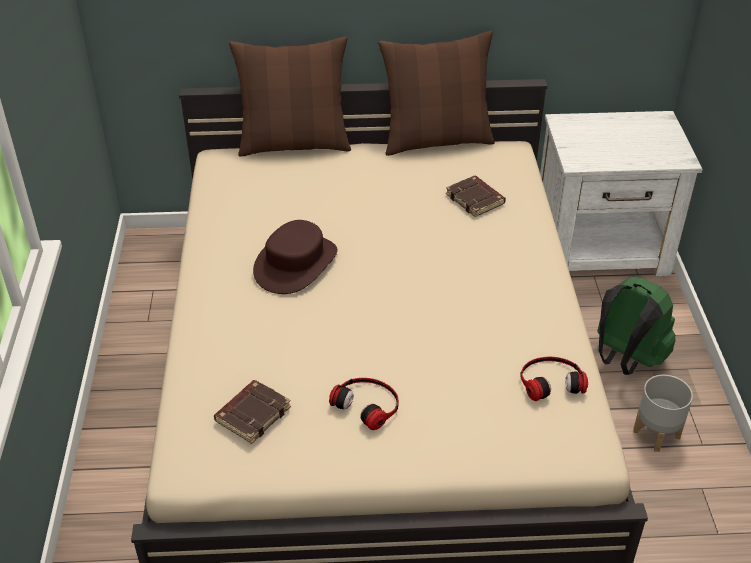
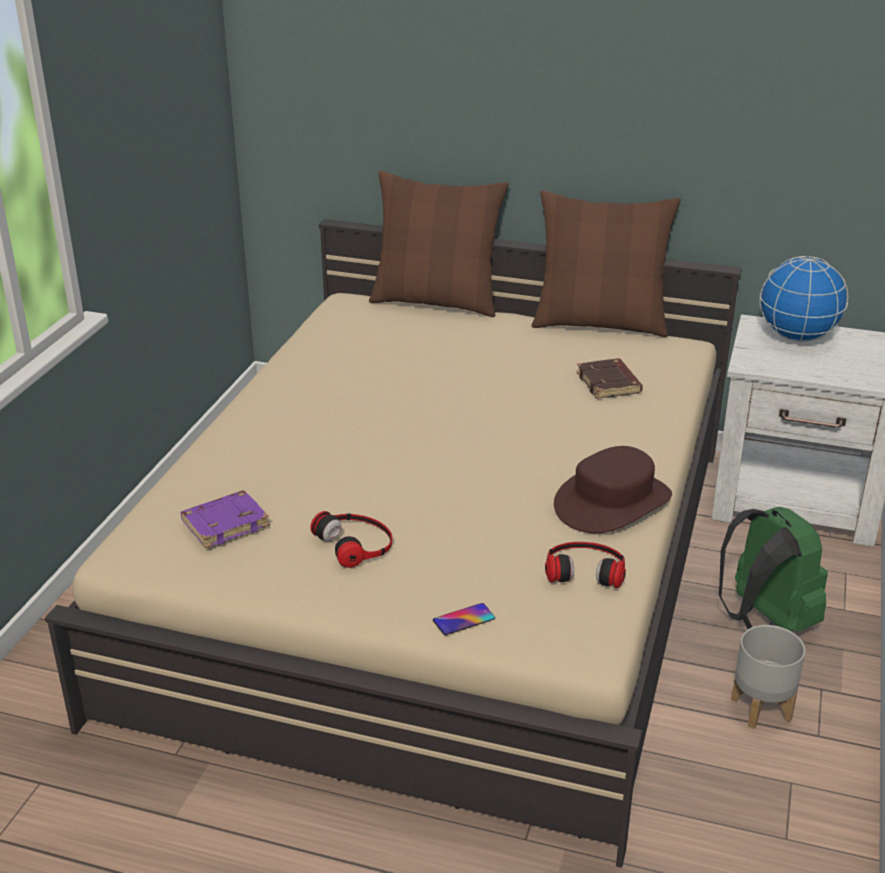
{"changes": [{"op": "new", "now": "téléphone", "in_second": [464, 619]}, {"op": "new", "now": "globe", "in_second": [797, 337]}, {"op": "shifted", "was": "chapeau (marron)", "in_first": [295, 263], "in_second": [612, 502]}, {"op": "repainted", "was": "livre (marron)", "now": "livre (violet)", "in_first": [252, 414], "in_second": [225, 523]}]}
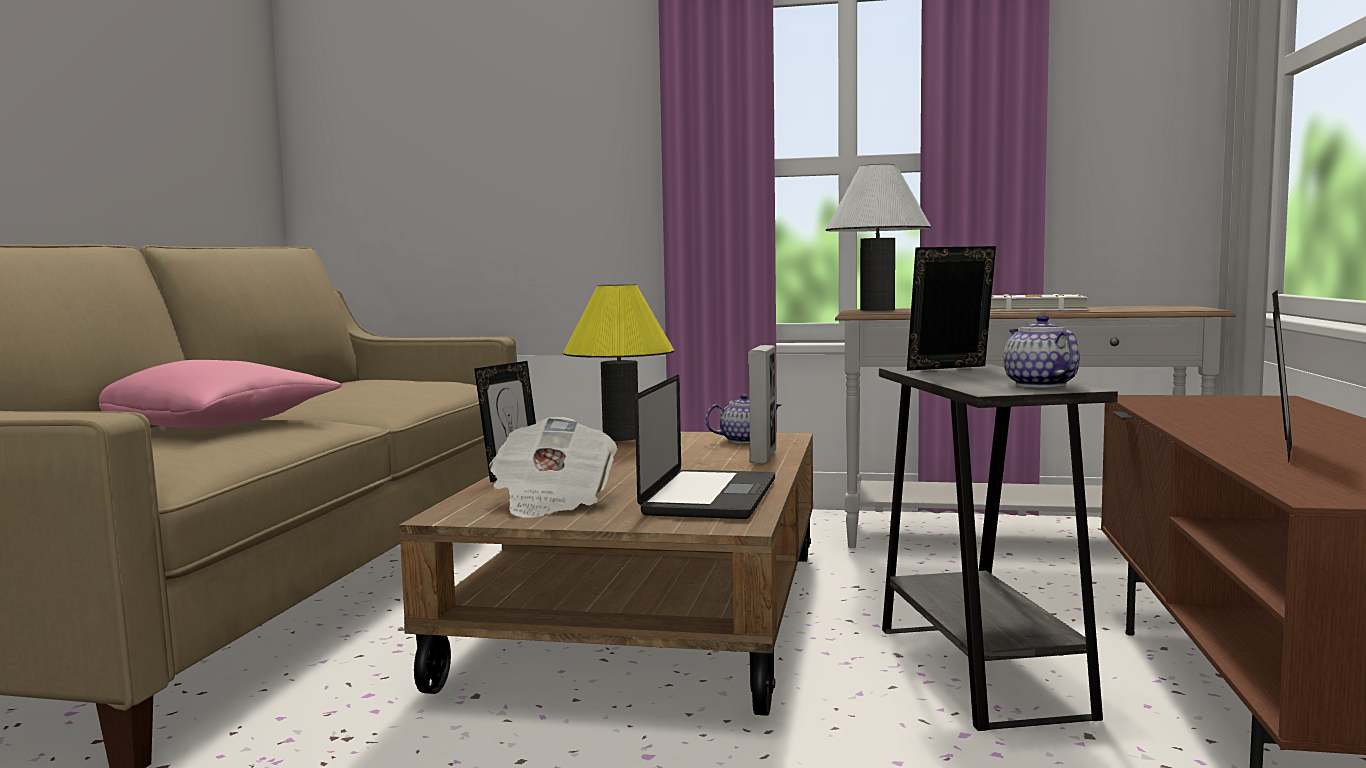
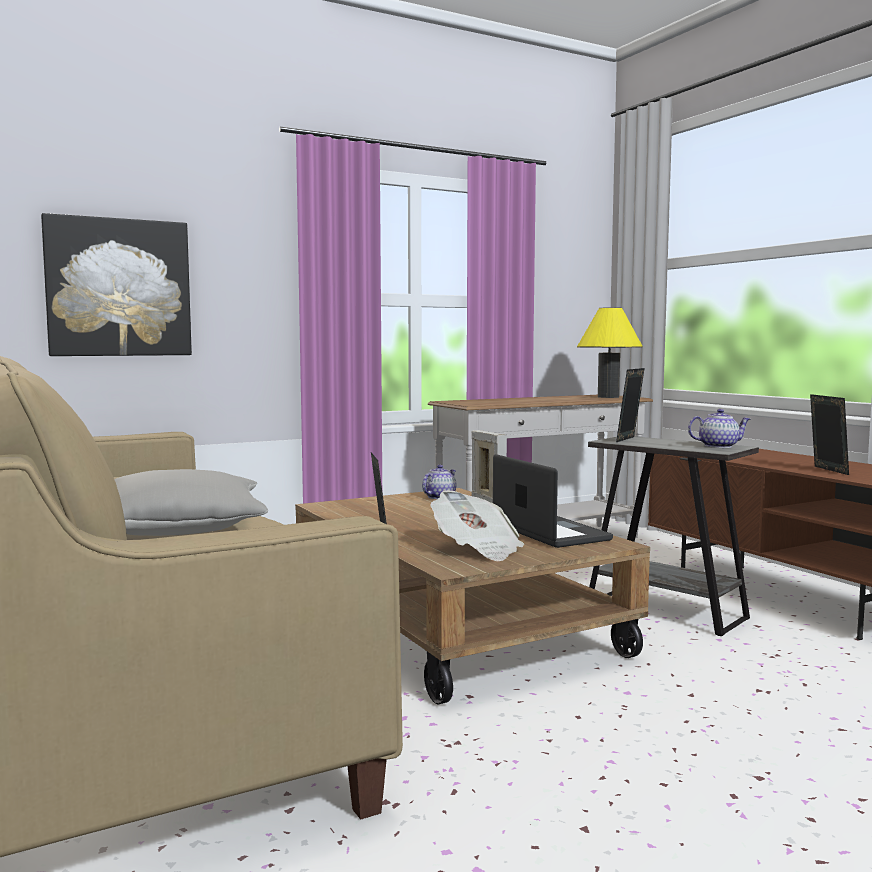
{"changes": [{"op": "gone", "was": "lampe de table (blanc)", "in_first": [877, 309]}, {"op": "gone", "was": "livre (blanc)", "in_first": [1032, 309]}, {"op": "new", "now": "tableau", "in_second": [119, 288]}, {"op": "shifted", "was": "lampe de table (jaune)", "in_first": [621, 437], "in_second": [608, 397]}, {"op": "repainted", "was": "coussin (rose)", "now": "coussin (gris)", "in_first": [215, 425], "in_second": [180, 529]}, {"op": "rotated", "was": "théière", "in_first": [1039, 385], "in_second": [718, 446], "clockwise": 135}]}
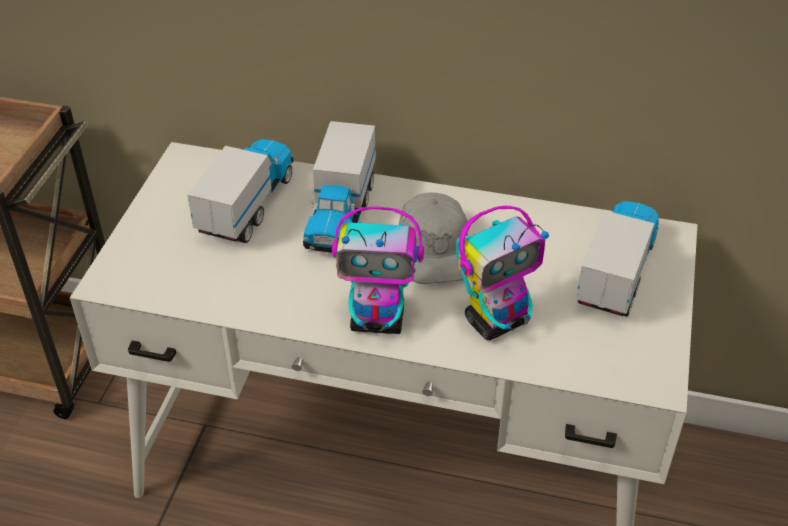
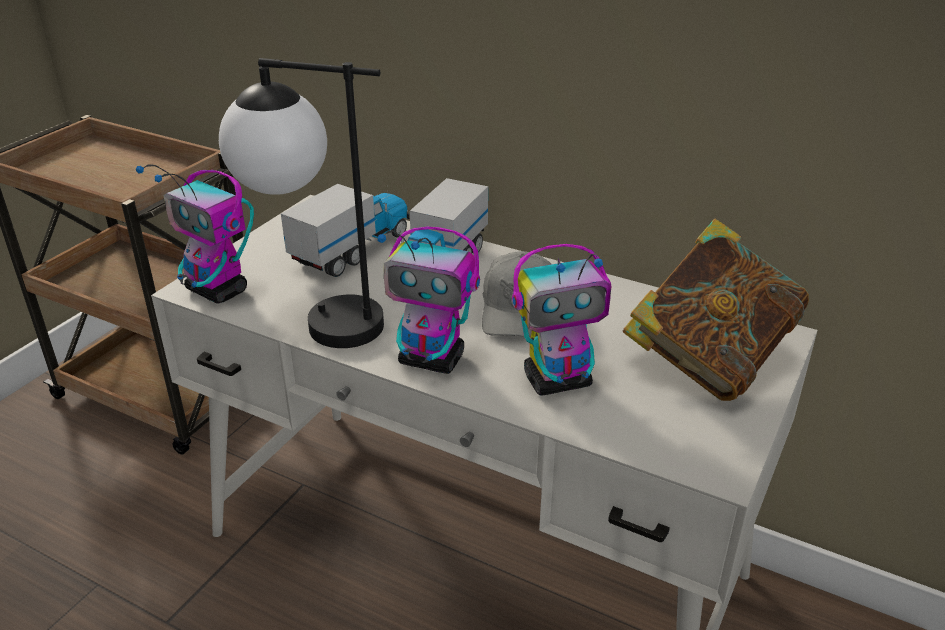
{"changes": [{"op": "new", "now": "robot jouet", "in_second": [218, 291]}, {"op": "new", "now": "lampe de table", "in_second": [316, 322]}, {"op": "swapped", "was": "camion jouet", "now": "livre", "in_first": [616, 274], "in_second": [708, 360]}]}
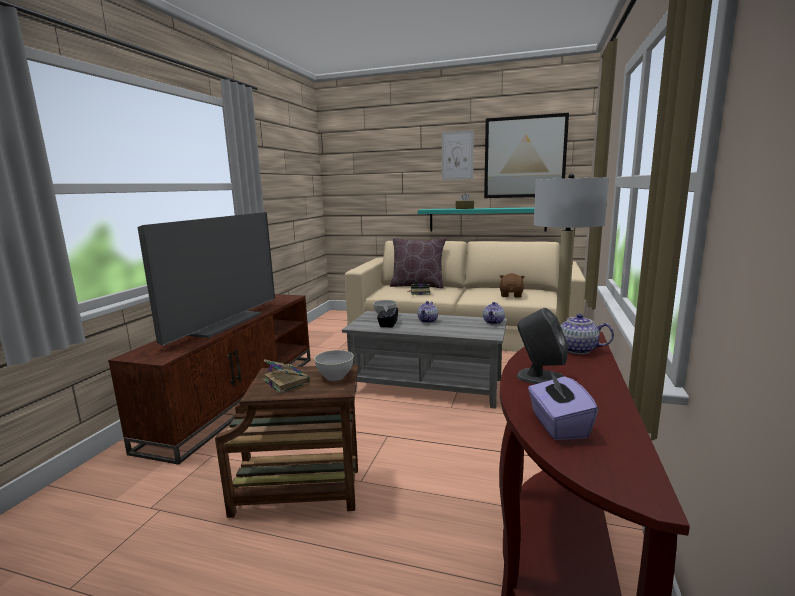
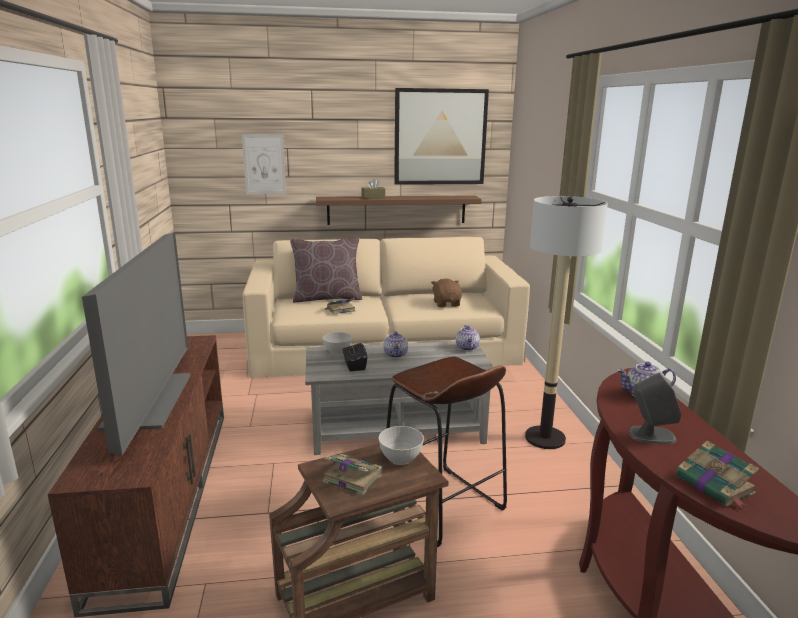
{"changes": [{"op": "new", "now": "tabouret (marron)", "in_second": [442, 505]}, {"op": "shifted", "was": "tableau", "in_first": [457, 155], "in_second": [264, 164]}, {"op": "swapped", "was": "boîte à mouchoirs (violet)", "now": "livre", "in_first": [558, 425], "in_second": [716, 486]}, {"op": "repainted", "was": "étagère (turquoise)", "now": "étagère (marron)", "in_first": [486, 219], "in_second": [396, 210]}]}
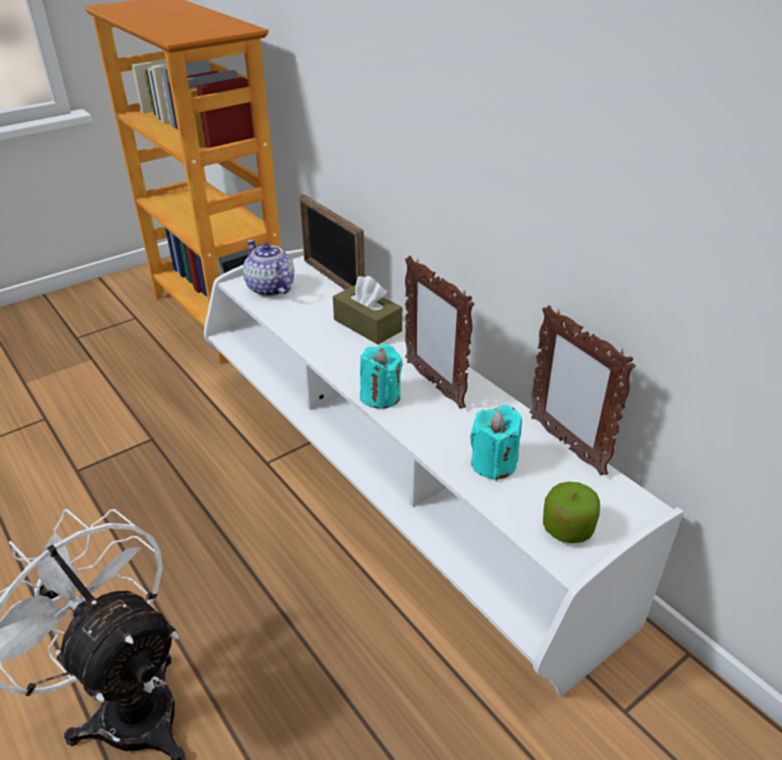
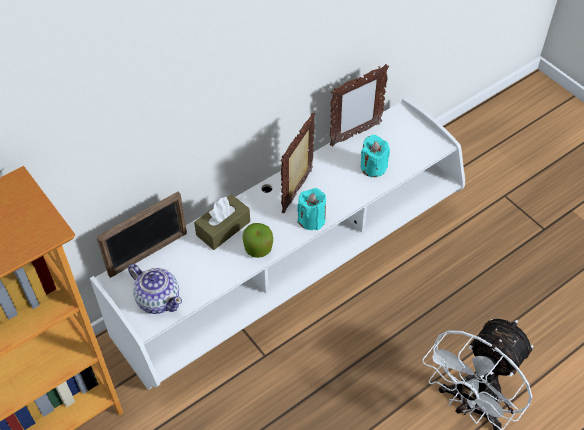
{"changes": [{"op": "shifted", "was": "pomme", "in_first": [567, 529], "in_second": [258, 248]}, {"op": "rotated", "was": "théière", "in_first": [270, 288], "in_second": [158, 299], "clockwise": -105}, {"op": "rotated", "was": "cadre photo", "in_first": [433, 384], "in_second": [298, 191], "clockwise": 150}]}
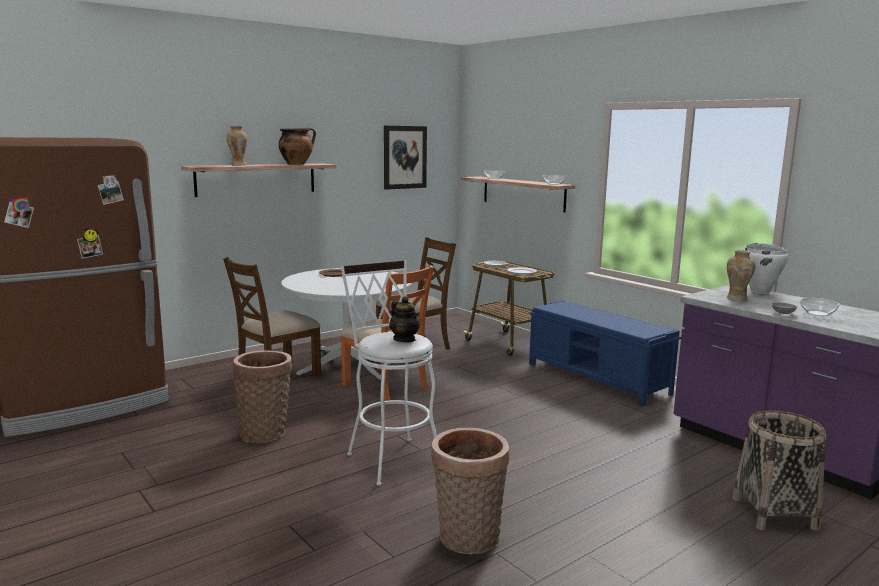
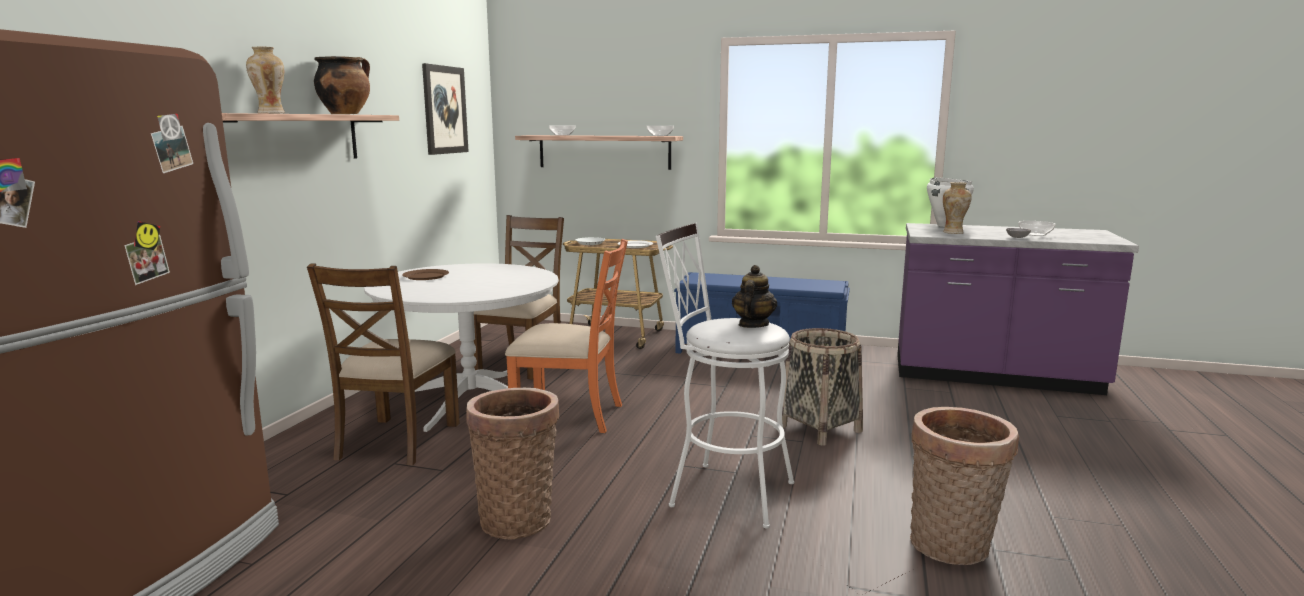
{"changes": [{"op": "shifted", "was": "panier", "in_first": [774, 513], "in_second": [819, 429]}, {"op": "rotated", "was": "théière", "in_first": [404, 339], "in_second": [753, 325], "clockwise": -90}]}
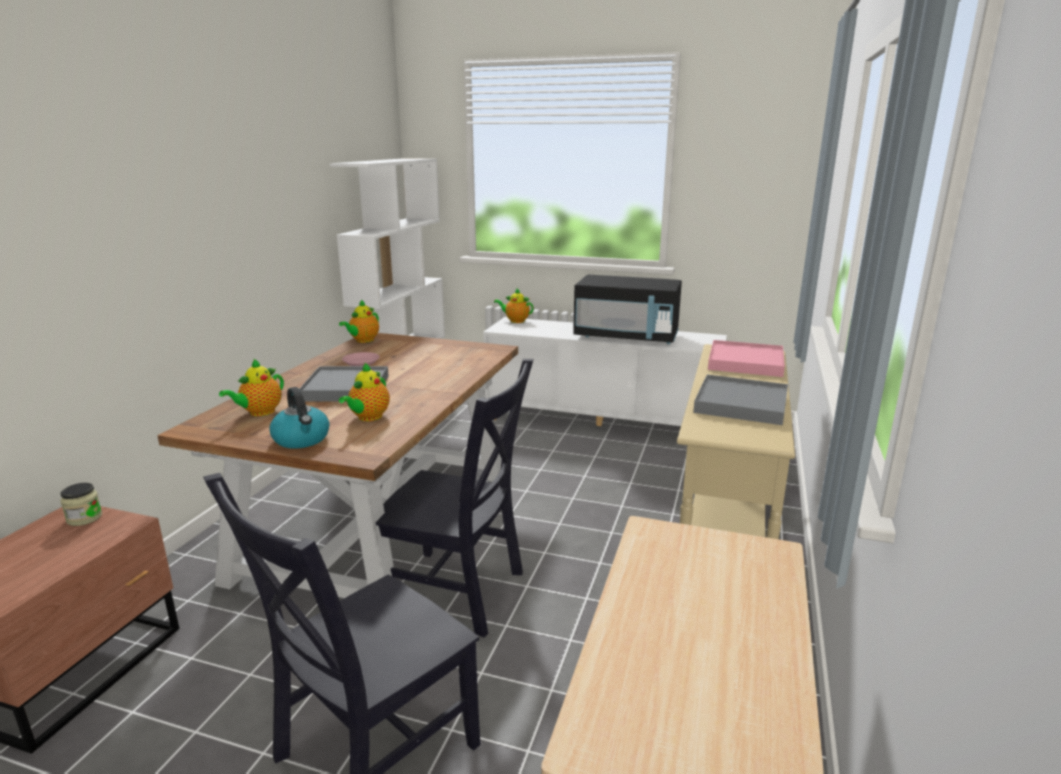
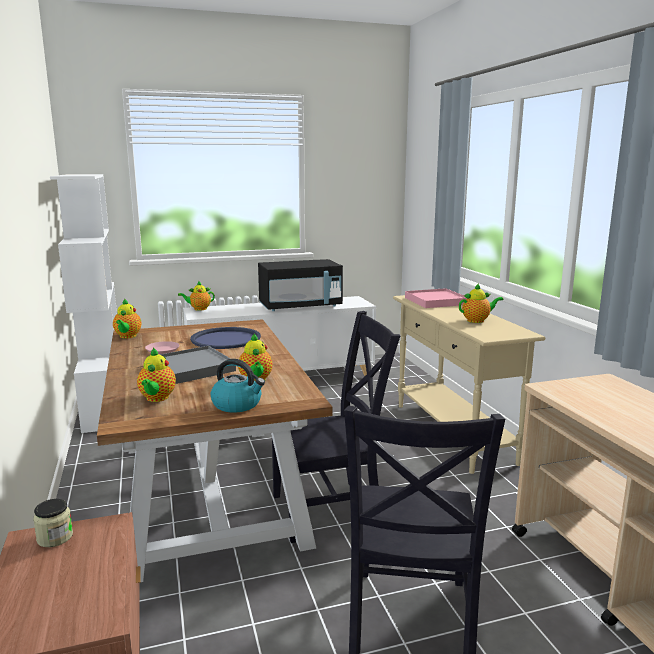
{"changes": [{"op": "new", "now": "plateau (bleu)", "in_second": [226, 339]}, {"op": "swapped", "was": "plateau (gris)", "now": "théière", "in_first": [741, 404], "in_second": [477, 321]}]}
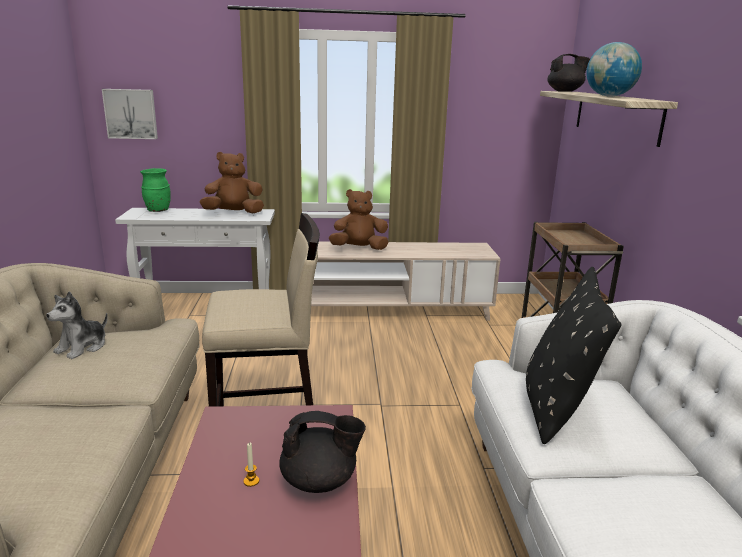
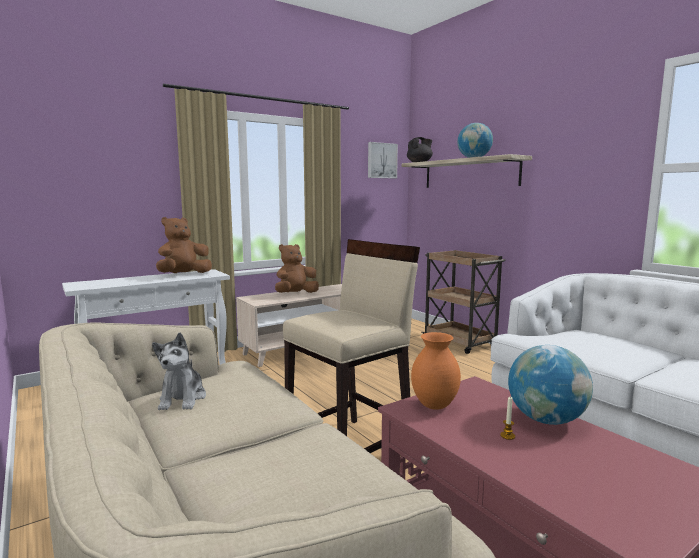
{"changes": [{"op": "gone", "was": "vase (vert)", "in_first": [157, 210]}, {"op": "gone", "was": "coussin (noir)", "in_first": [555, 405]}, {"op": "new", "now": "vase (orange)", "in_second": [435, 406]}, {"op": "shifted", "was": "tableau", "in_first": [131, 114], "in_second": [381, 160]}, {"op": "swapped", "was": "théière (noir)", "now": "globe", "in_first": [320, 481], "in_second": [546, 420]}]}
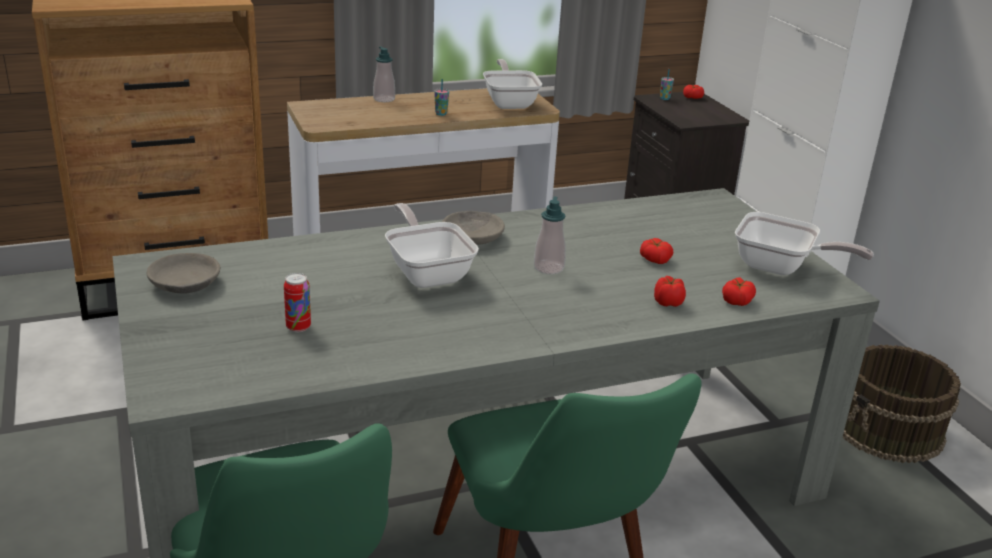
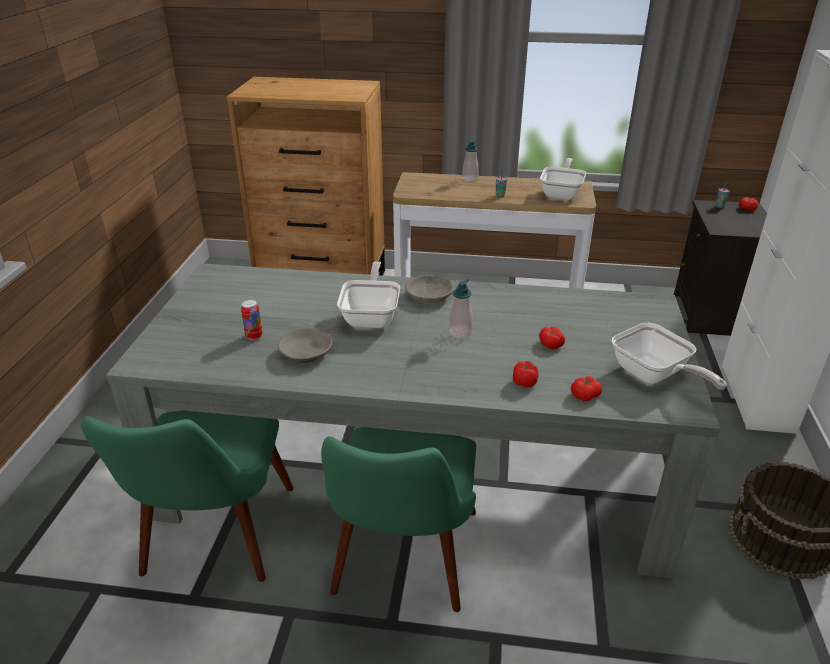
{"changes": [{"op": "shifted", "was": "bol (gris)", "in_first": [184, 284], "in_second": [305, 353]}]}
